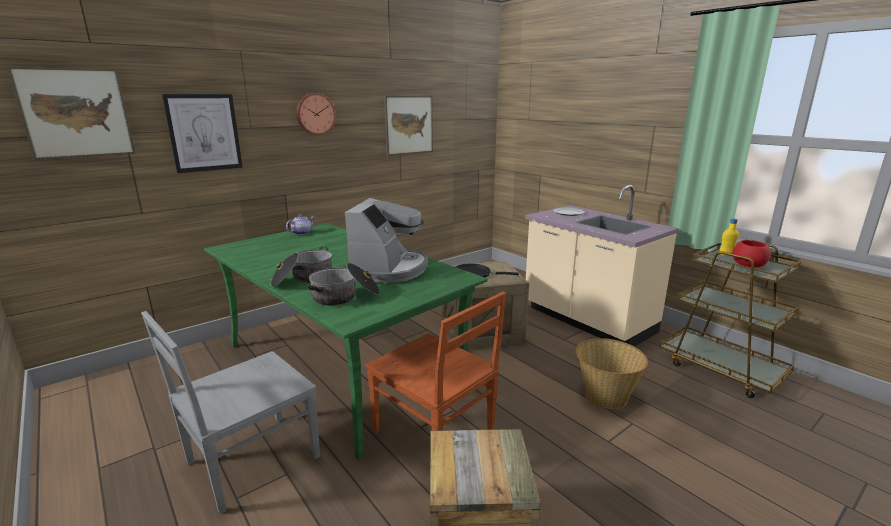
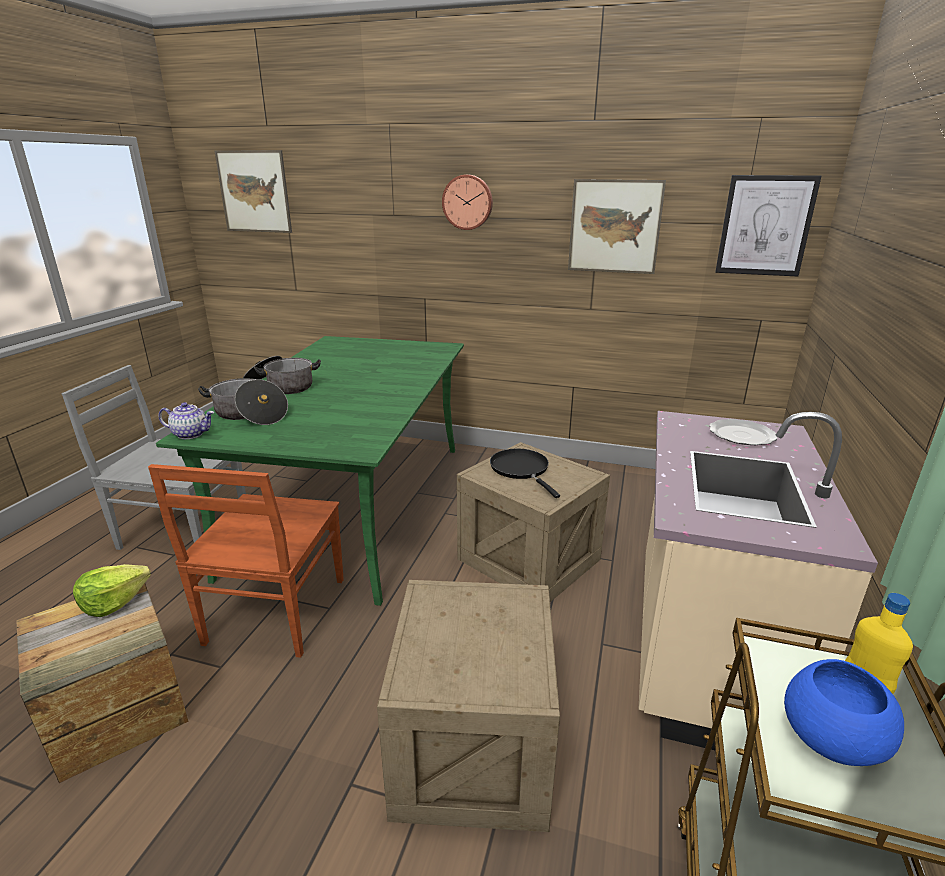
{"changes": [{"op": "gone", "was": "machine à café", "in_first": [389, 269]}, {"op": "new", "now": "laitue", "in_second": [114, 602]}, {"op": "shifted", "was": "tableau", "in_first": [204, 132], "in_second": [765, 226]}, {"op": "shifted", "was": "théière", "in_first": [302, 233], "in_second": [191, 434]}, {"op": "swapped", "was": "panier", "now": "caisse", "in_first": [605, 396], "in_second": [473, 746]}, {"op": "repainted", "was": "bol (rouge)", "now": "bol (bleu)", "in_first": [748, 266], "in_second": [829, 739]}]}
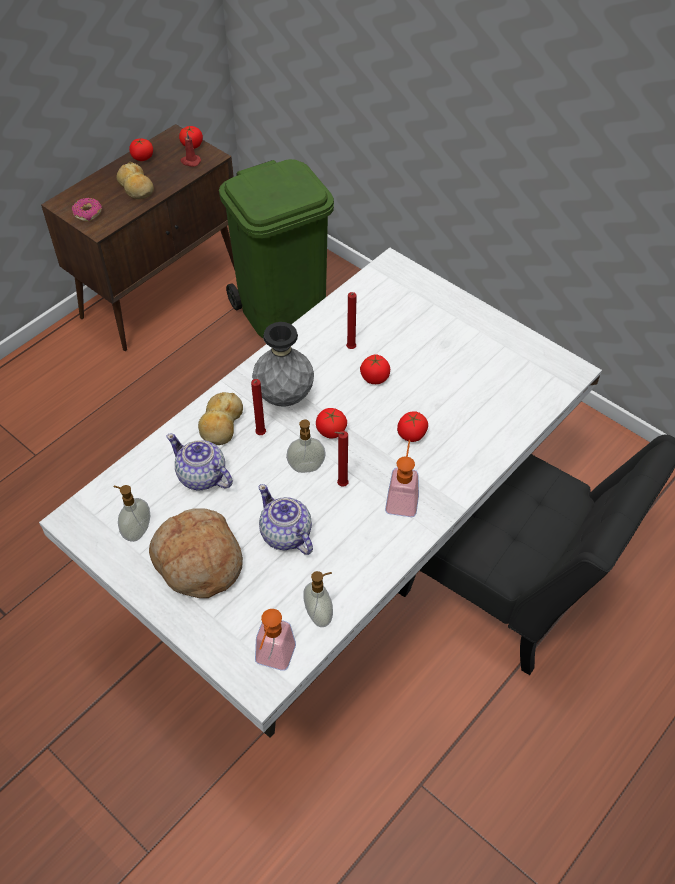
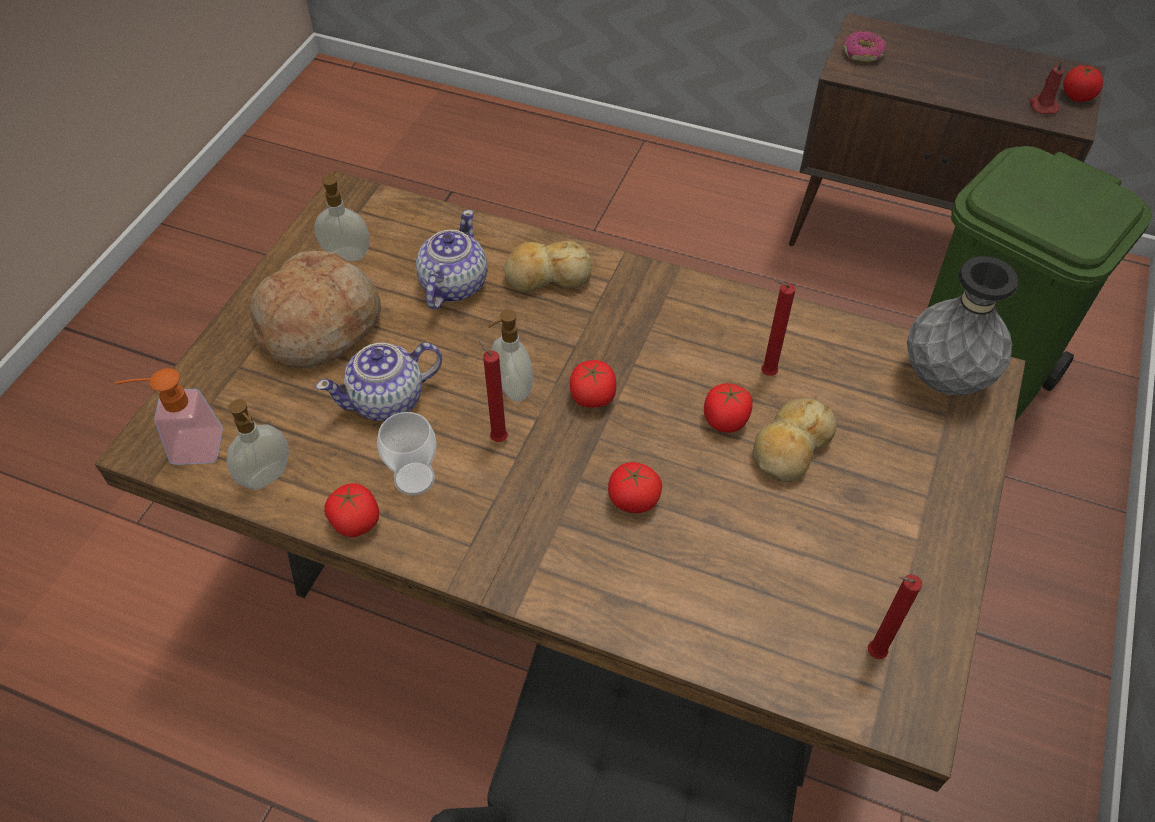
{"changes": [{"op": "gone", "was": "distributeur de savon", "in_first": [402, 498]}, {"op": "new", "now": "tasse", "in_second": [414, 478]}, {"op": "shifted", "was": "pain", "in_first": [136, 188], "in_second": [790, 448]}, {"op": "shifted", "was": "tomate", "in_first": [142, 157], "in_second": [356, 522]}, {"op": "shifted", "was": "bougie (rouge)", "in_first": [260, 435], "in_second": [872, 653]}, {"op": "shifted", "was": "vase (gris)", "in_first": [284, 397], "in_second": [944, 379]}, {"op": "repainted", "was": "table à manger (blanc)", "now": "table à manger (marron)", "in_first": [336, 565], "in_second": [573, 590]}, {"op": "rotated", "was": "théière", "in_first": [286, 535], "in_second": [388, 400], "clockwise": -150}]}
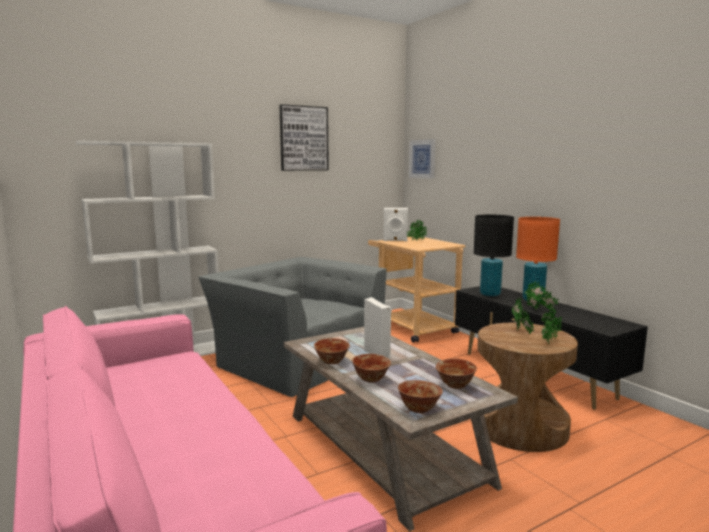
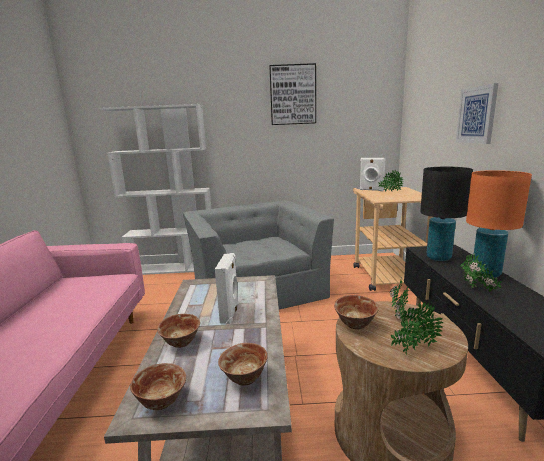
{"changes": [{"op": "shifted", "was": "bol", "in_first": [332, 361], "in_second": [355, 324]}, {"op": "shifted", "was": "tableau", "in_first": [422, 159], "in_second": [477, 115]}]}
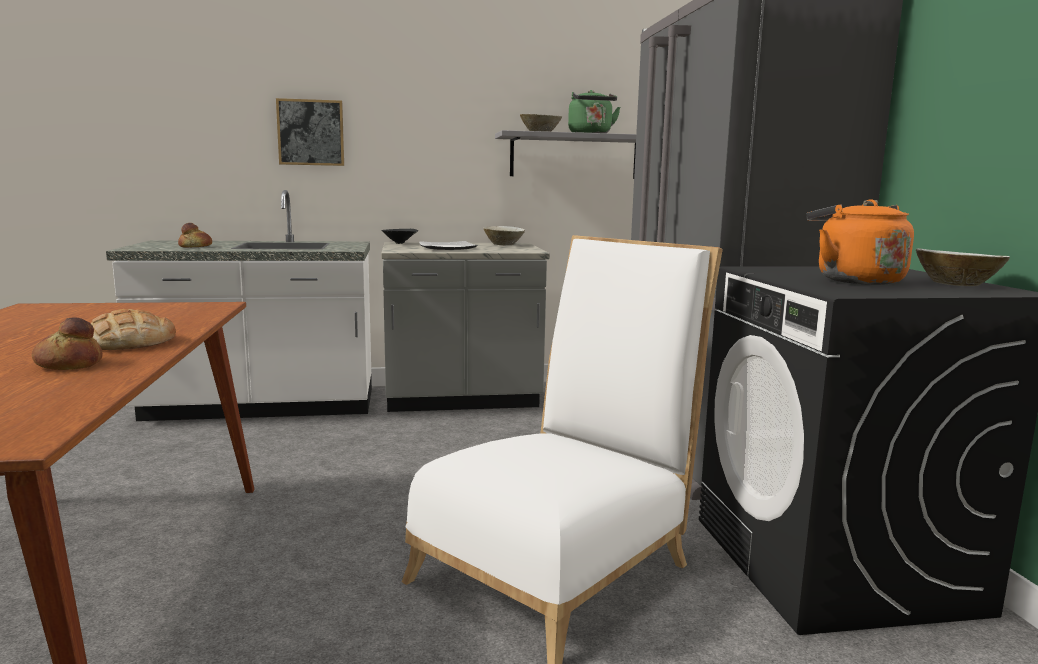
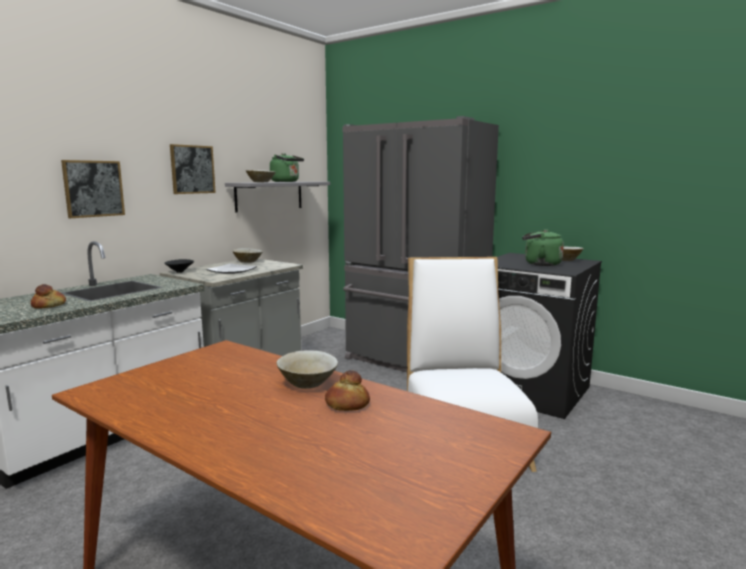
{"changes": [{"op": "new", "now": "tableau", "in_second": [192, 169]}, {"op": "swapped", "was": "pain", "now": "bol (beige)", "in_first": [128, 342], "in_second": [308, 384]}, {"op": "repainted", "was": "bouilloire (orange)", "now": "bouilloire (vert)", "in_first": [854, 280], "in_second": [540, 264]}]}
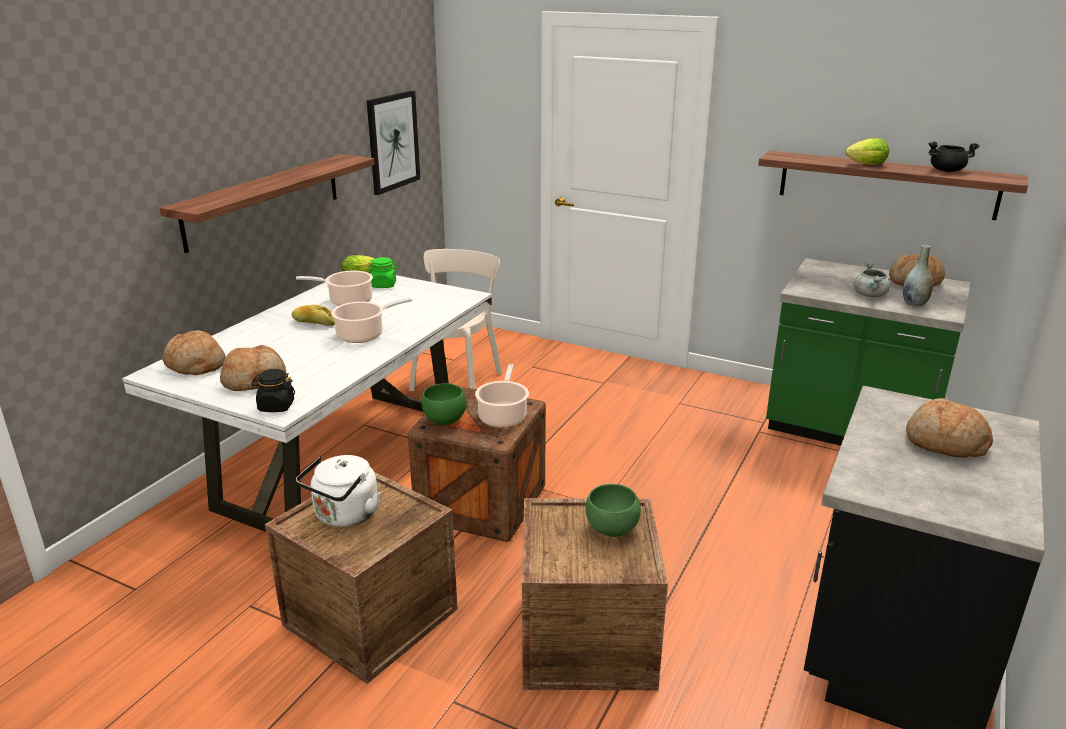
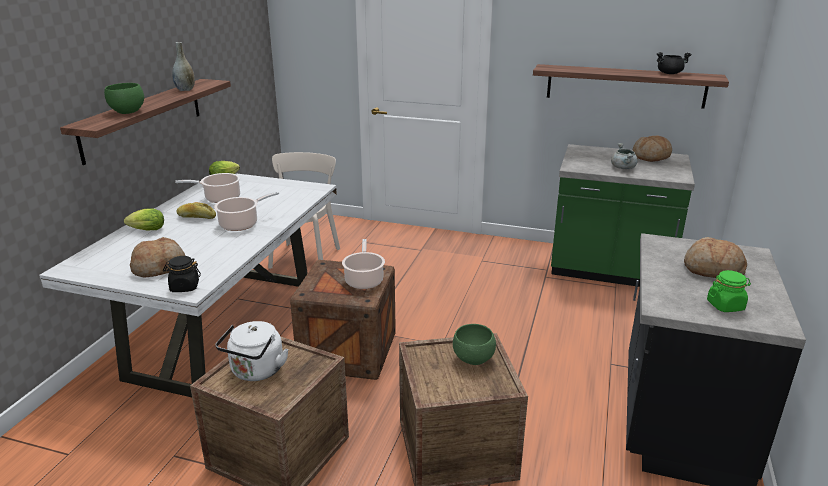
{"changes": [{"op": "gone", "was": "pain", "in_first": [196, 365]}, {"op": "gone", "was": "tableau", "in_first": [393, 141]}, {"op": "shifted", "was": "bocal (vert)", "in_first": [384, 285], "in_second": [725, 305]}, {"op": "shifted", "was": "bol (vert)", "in_first": [444, 421], "in_second": [127, 112]}, {"op": "shifted", "was": "laitue", "in_first": [864, 164], "in_second": [145, 230]}, {"op": "shifted", "was": "vase (gris)", "in_first": [914, 304], "in_second": [185, 90]}]}
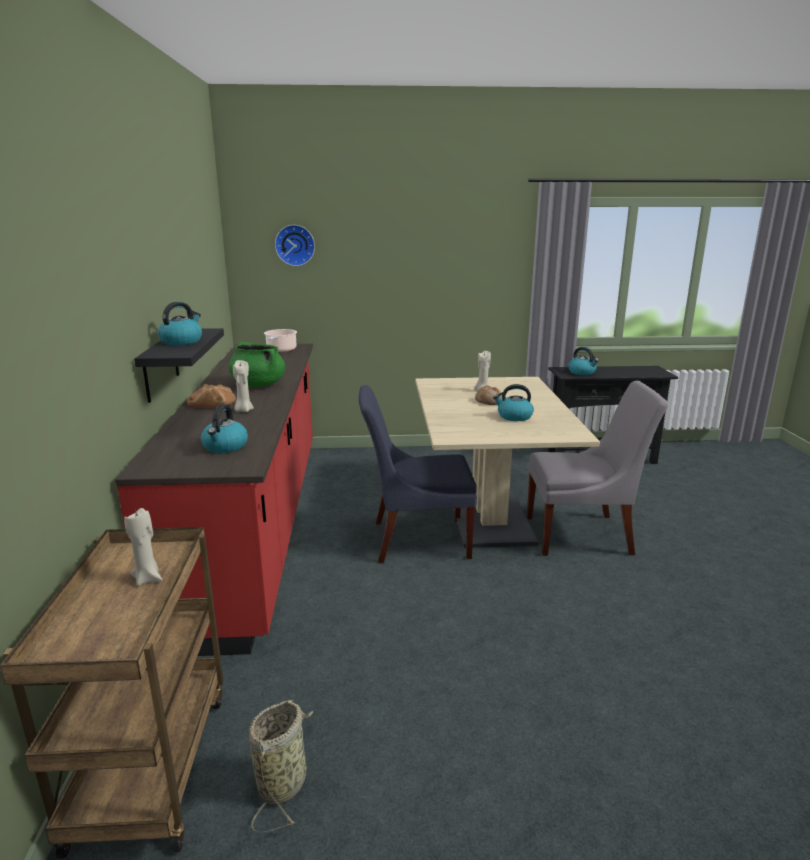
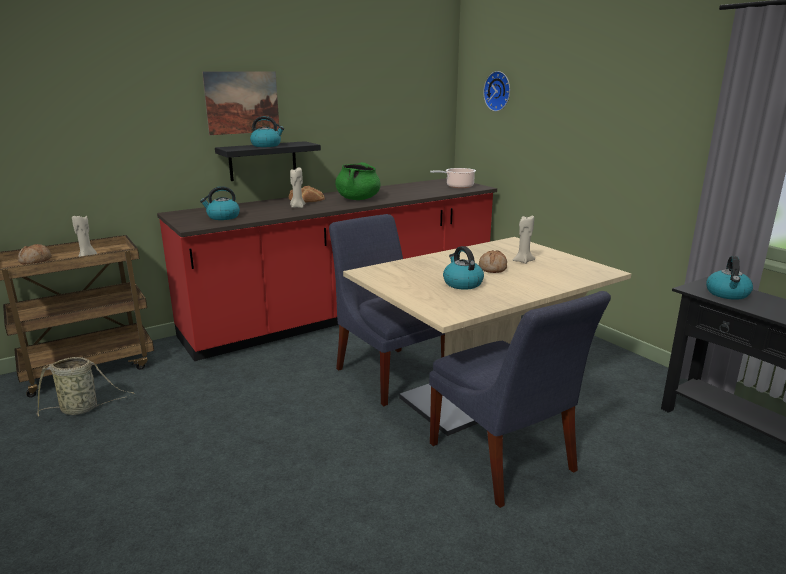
{"changes": [{"op": "new", "now": "pain", "in_second": [36, 261]}, {"op": "new", "now": "tableau", "in_second": [242, 102]}, {"op": "repainted", "was": "chaise (gris)", "now": "chaise (bleu)", "in_first": [583, 535], "in_second": [504, 461]}]}
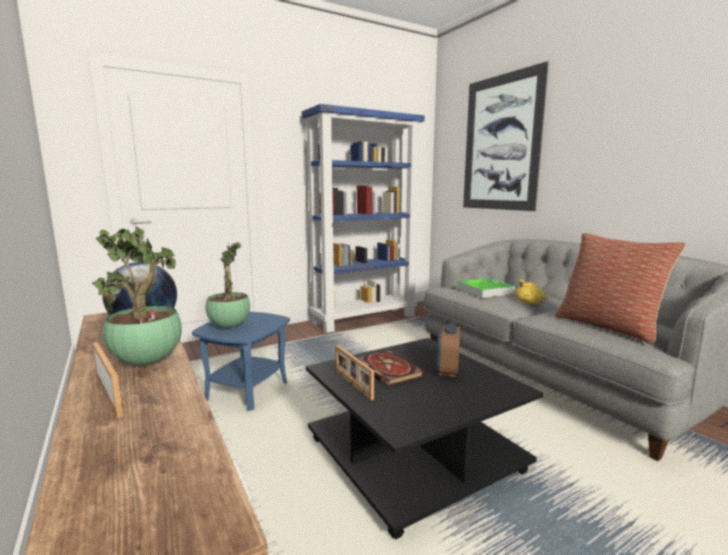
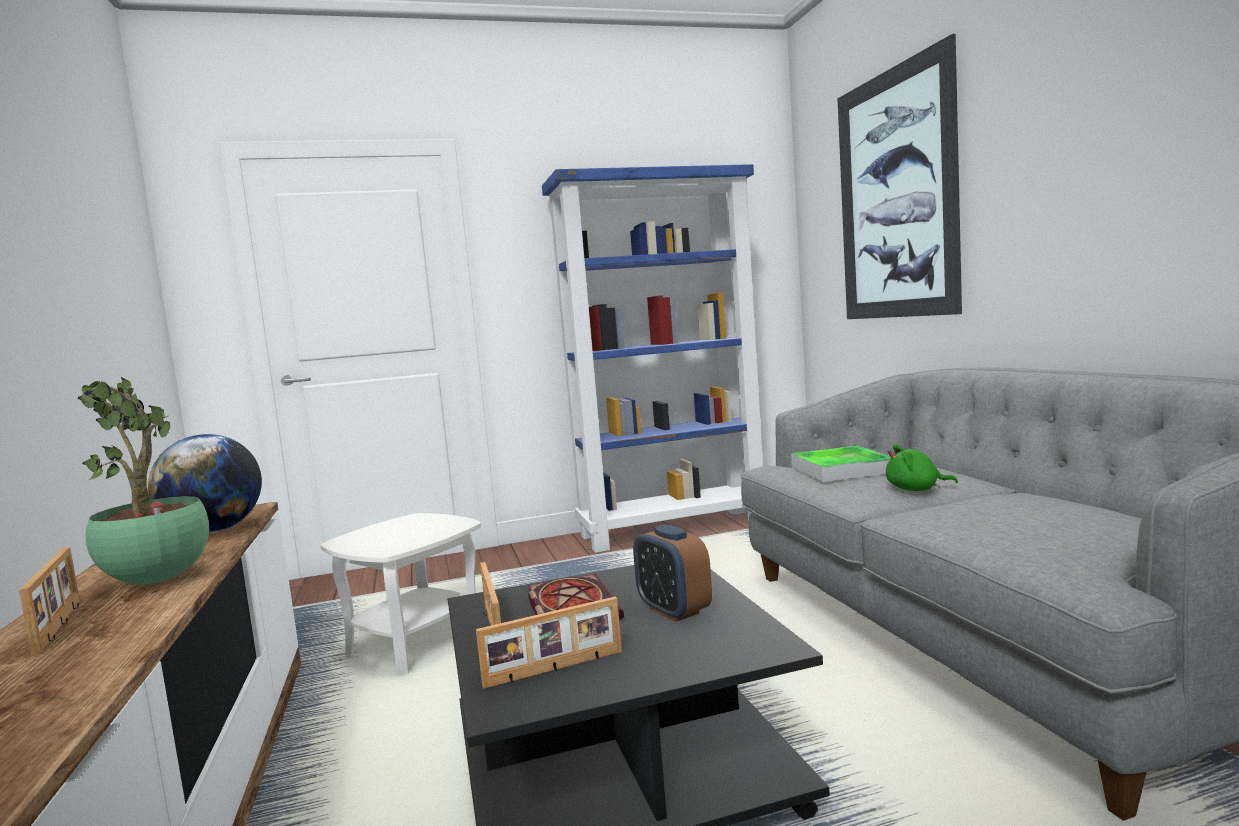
{"changes": [{"op": "gone", "was": "plante en pot", "in_first": [229, 326]}, {"op": "gone", "was": "coussin", "in_first": [608, 326]}, {"op": "new", "now": "cadre photo", "in_second": [555, 669]}, {"op": "repainted", "was": "table d'appoint (bleu)", "now": "table d'appoint (blanc)", "in_first": [247, 391], "in_second": [416, 644]}, {"op": "repainted", "was": "peluche (jaune)", "now": "peluche (vert)", "in_first": [530, 303], "in_second": [916, 489]}, {"op": "rotated", "was": "réveil", "in_first": [447, 370], "in_second": [674, 610], "clockwise": -60}]}
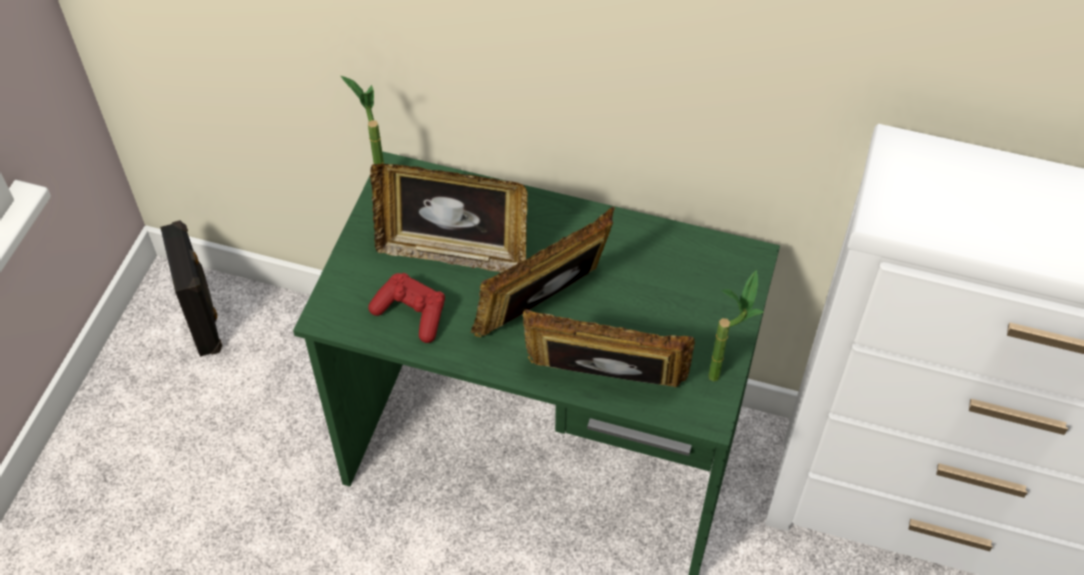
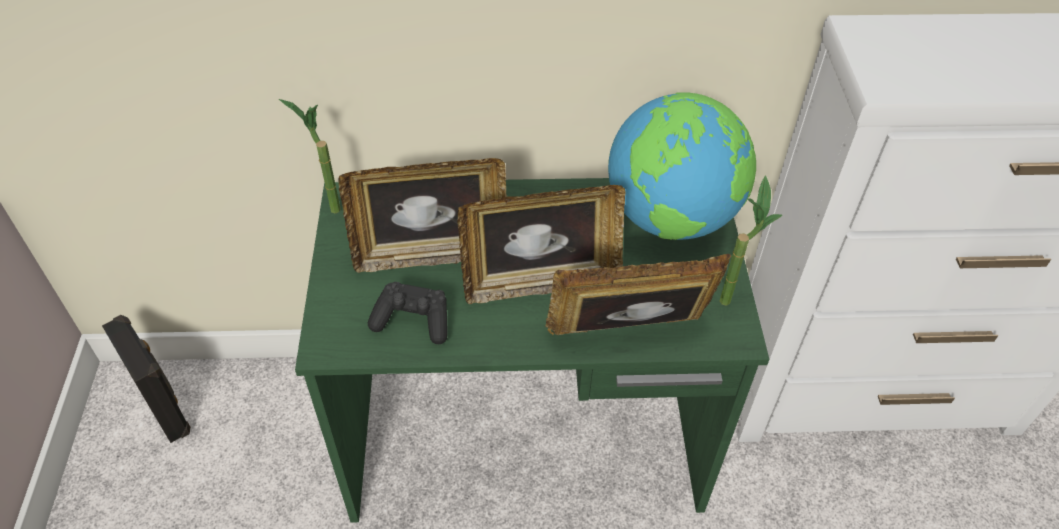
{"changes": [{"op": "new", "now": "globe", "in_second": [672, 218]}, {"op": "repainted", "was": "manette (rouge)", "now": "manette (noir)", "in_first": [412, 313], "in_second": [413, 321]}, {"op": "rotated", "was": "cadre photo", "in_first": [544, 309], "in_second": [541, 283], "clockwise": -135}]}
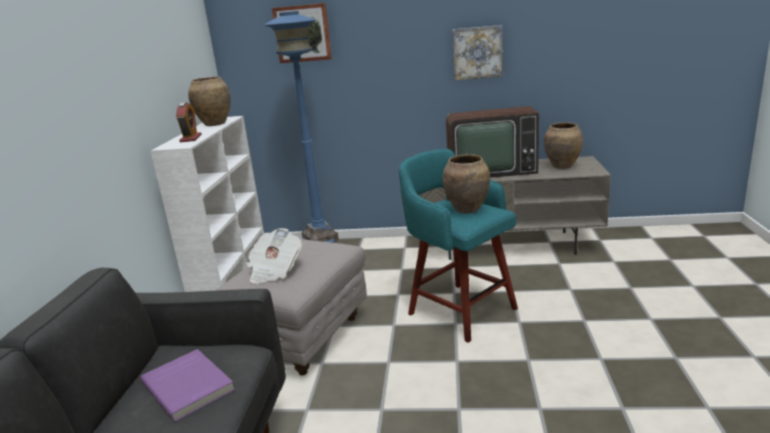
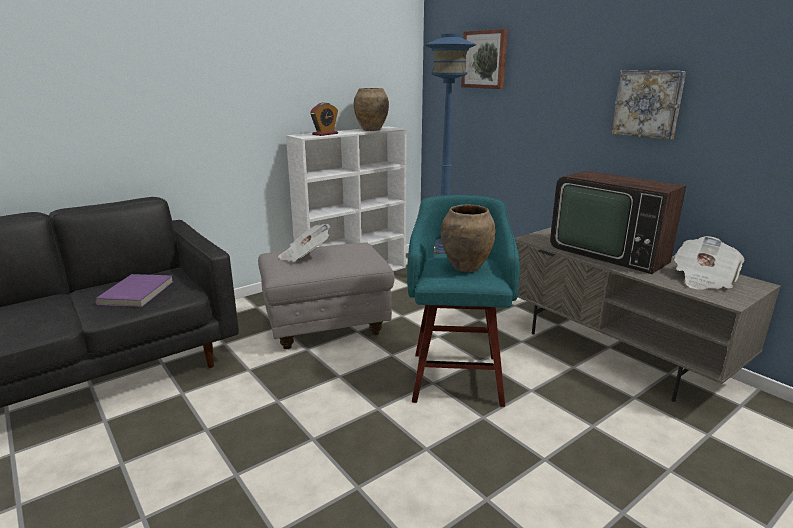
{"changes": [{"op": "swapped", "was": "vase (marron)", "now": "journal", "in_first": [562, 166], "in_second": [703, 279]}]}
